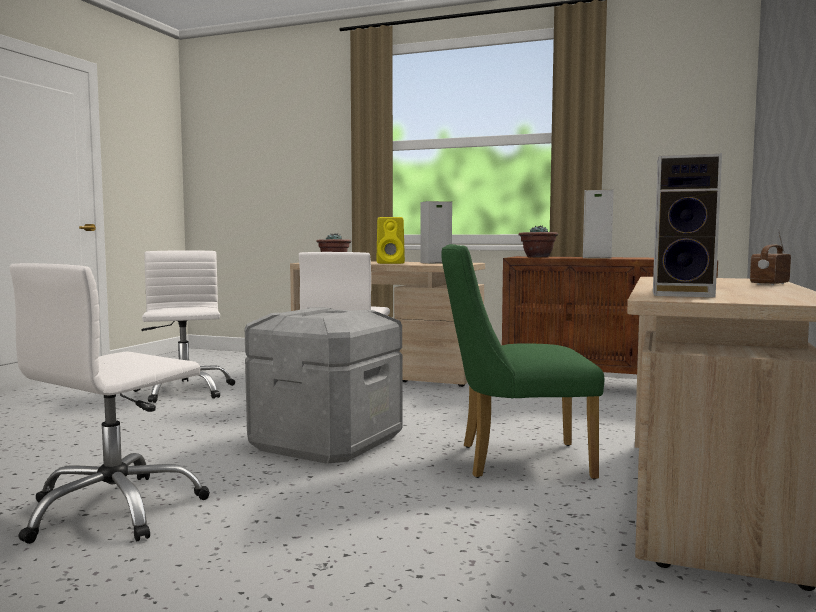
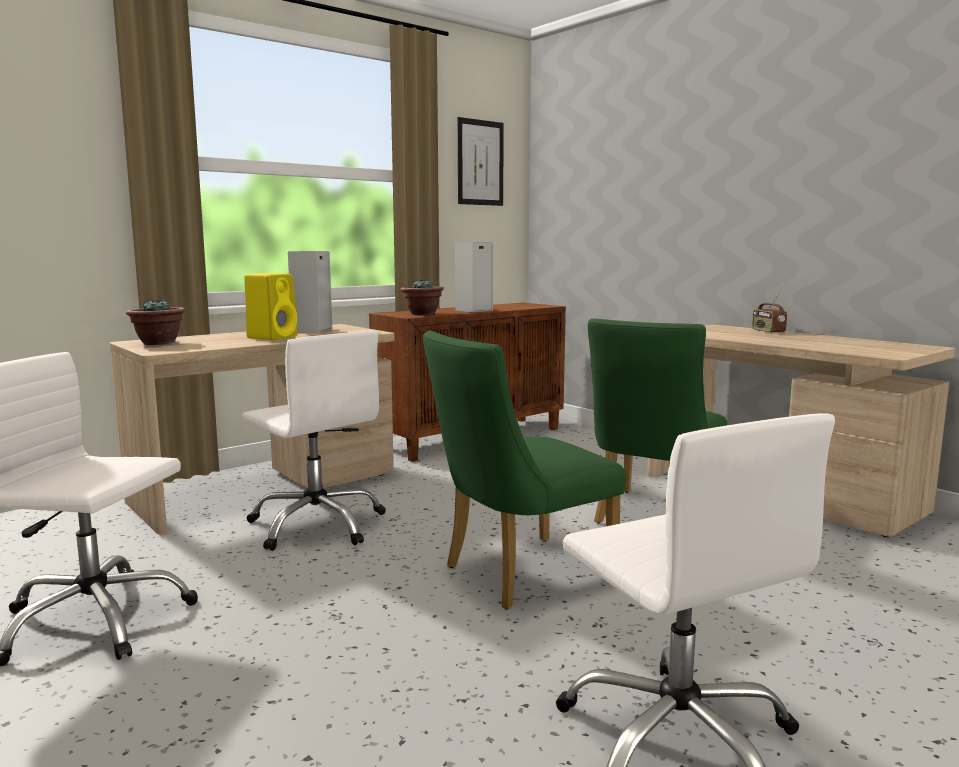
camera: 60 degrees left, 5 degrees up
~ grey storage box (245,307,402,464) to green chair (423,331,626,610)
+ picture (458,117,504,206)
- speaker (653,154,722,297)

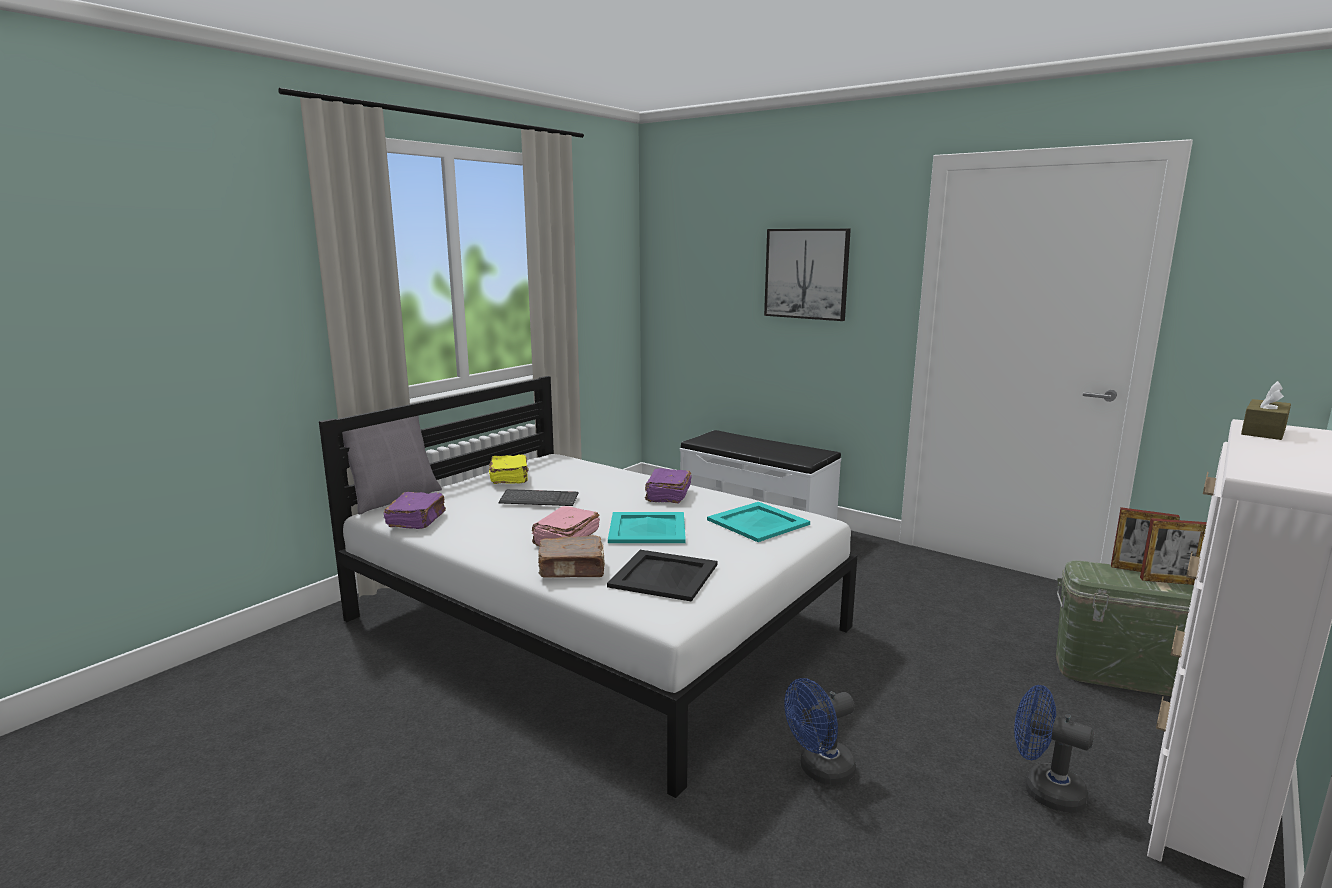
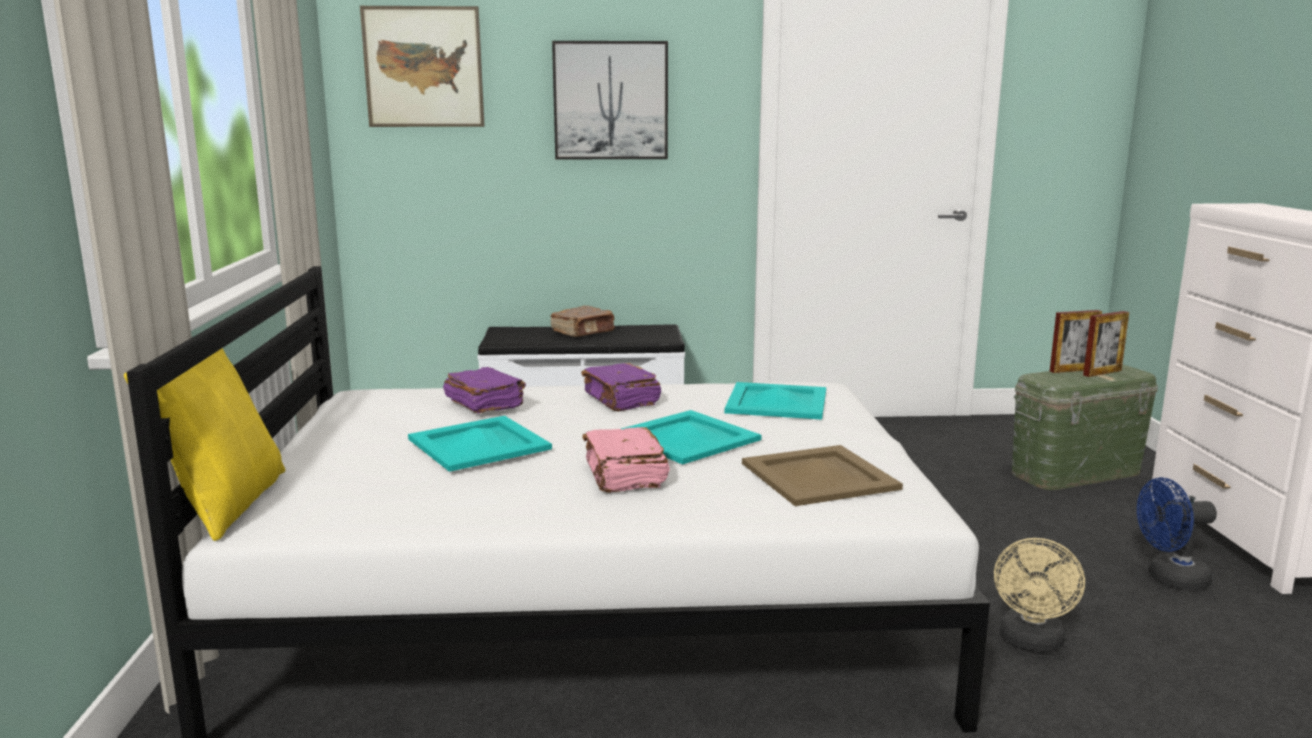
camera: 40 degrees left, 0 degrees up
~ grey pillow (342,416,442,515) to yellow pillow (124,348,285,541)
+ picture (360,6,485,127)
~ keyboard (498,489,579,506) to turquoise tray (408,416,552,472)
~ purple book (384,492,446,529) to (443,367,526,413)
~ brown book (538,535,605,577) to (550,306,615,337)
~ black tray (607,550,717,602) to beige tray (742,445,903,506)
~ blue fan (784,678,856,785) to beige fan (994,538,1085,652)
- yellow book (489,454,529,484)
- brown tissue box (1241,381,1291,440)

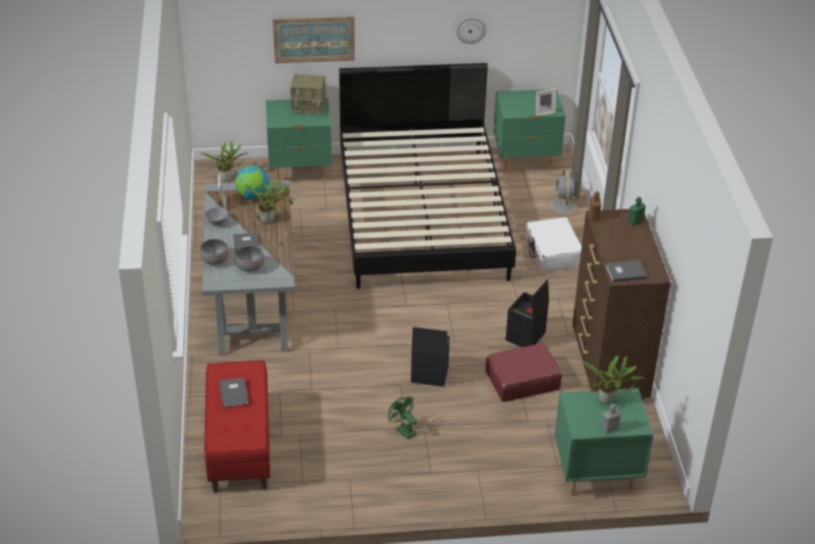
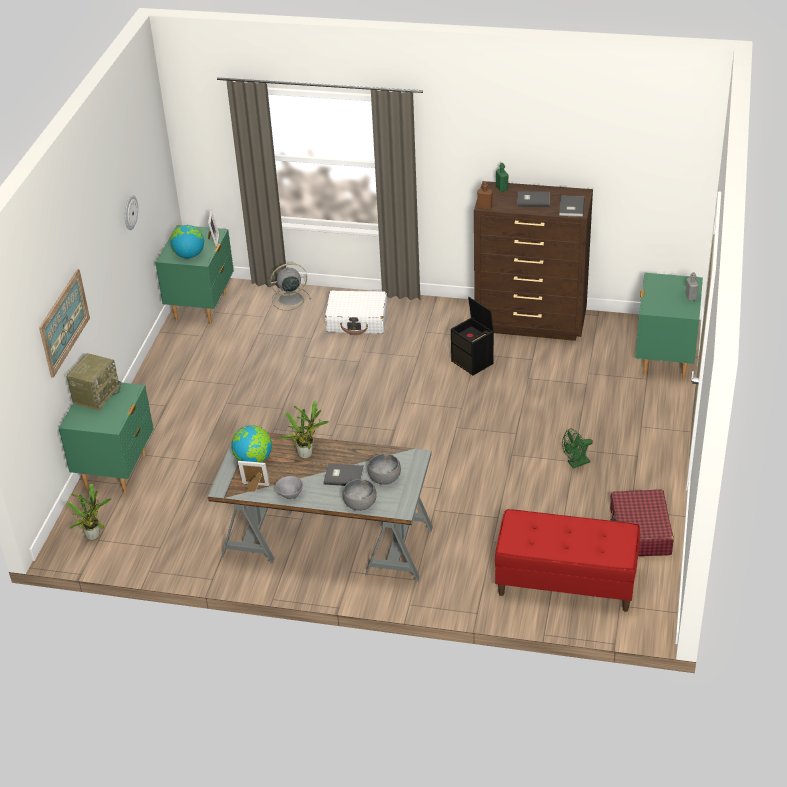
camera: 70 degrees left, 0 degrees up
+ globe (170,225,204,259)
~ grey fan (546,169,582,217) = (270,263,311,311) 150 degrees clockwise
~ grey book (219,378,249,408) to (518,191,550,207)
~ red suitcase (485,343,562,402) to (610,489,674,556)
- black bed (339,63,516,289)
- black storage box (411,327,450,387)
- potted plant (582,355,645,404)

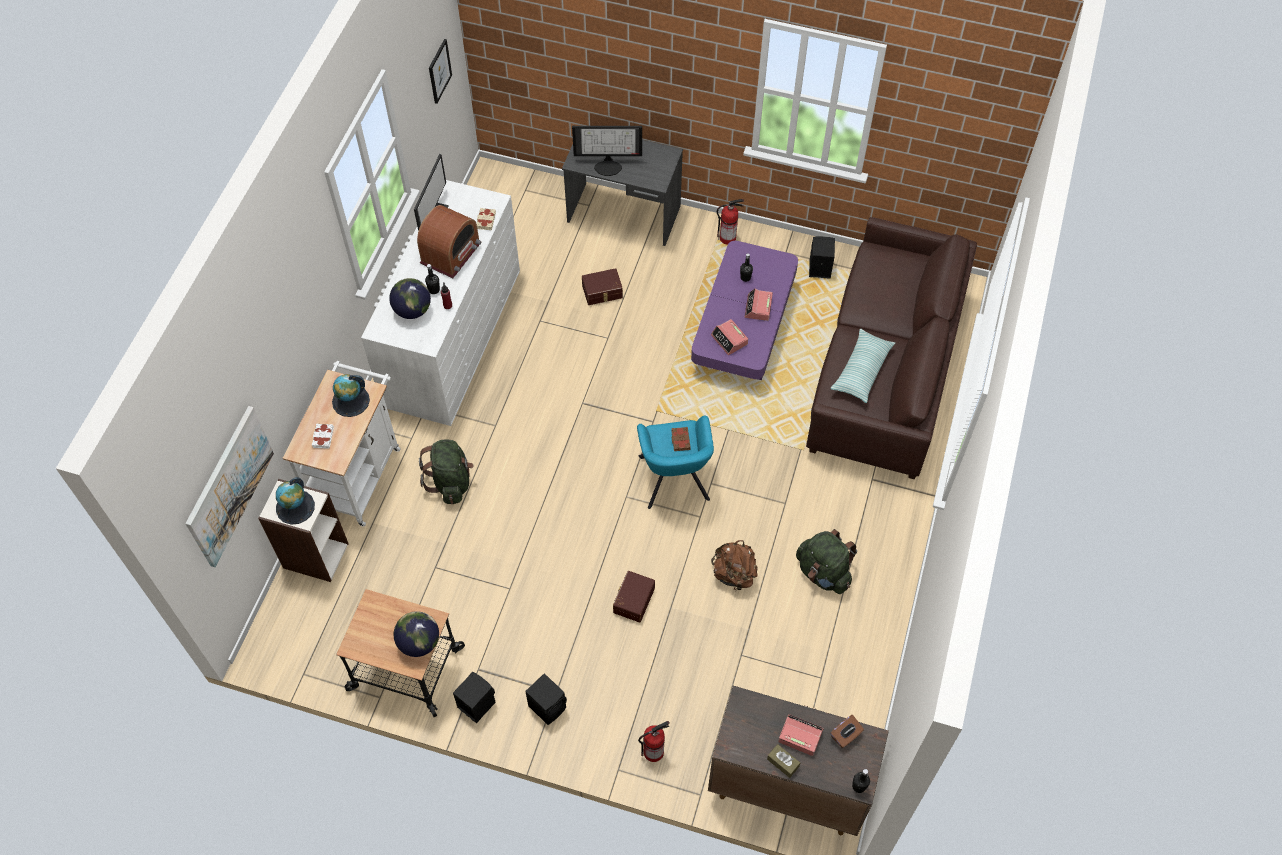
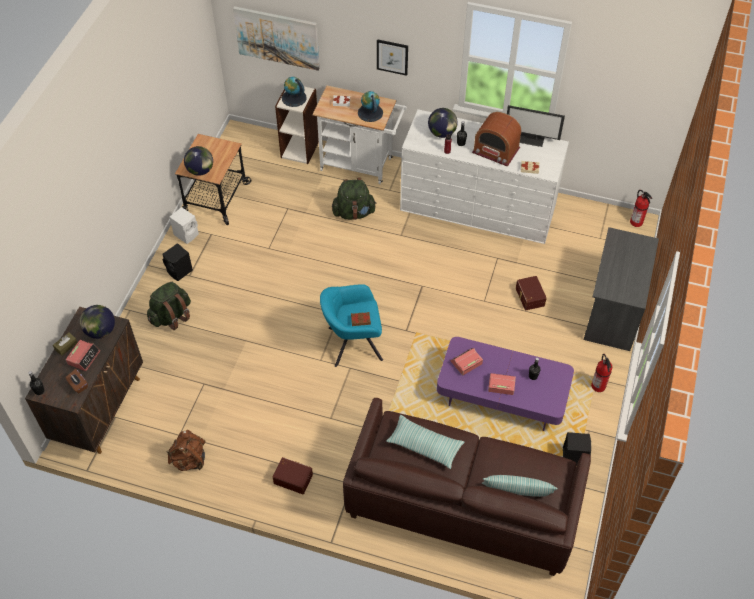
camera: 90 degrees right, 5 degrees down
+ globe (80,305,115,339)
~ green backpack (796,529,857,594) to (147,282,191,330)
~ brown backpack (711,540,758,590) to (167,430,205,471)
~ black speaker (453,672,496,723) to white speaker (169,207,199,244)
~ brown storage box (613,571,655,623) to (272,457,313,494)
~ picture (429,39,452,104) to (377,39,408,76)
+ pillow (482,475,558,497)
~ fire extinguisher (638,721,670,762) to (630,190,652,227)
- monitor (572,126,642,176)

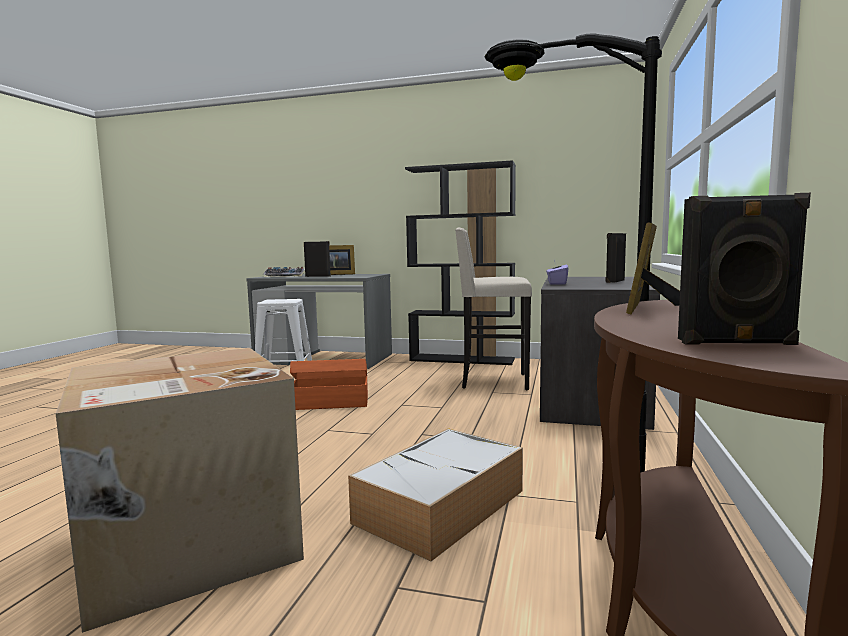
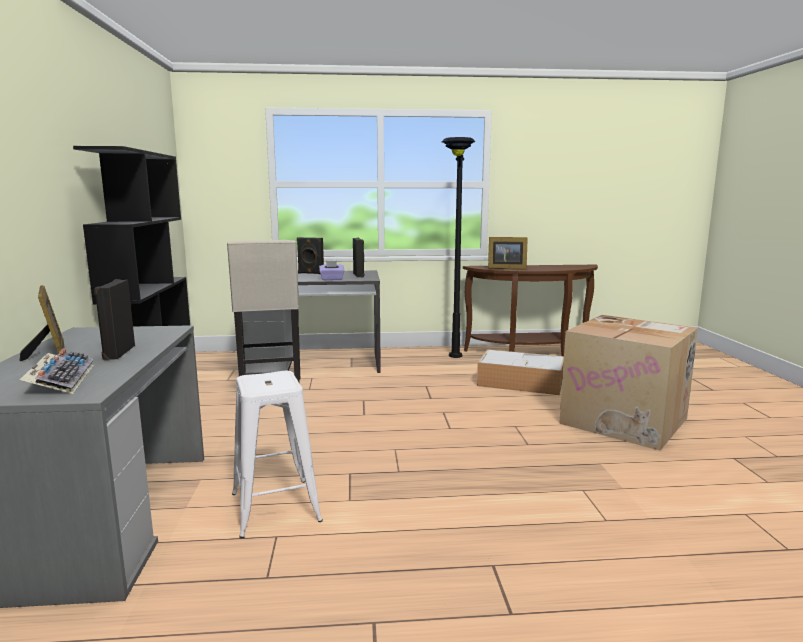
camera: 110 degrees left, 5 degrees up
~ black speaker (678,193,811,345) to (353,238,365,277)
- orange storage box (290,359,368,410)

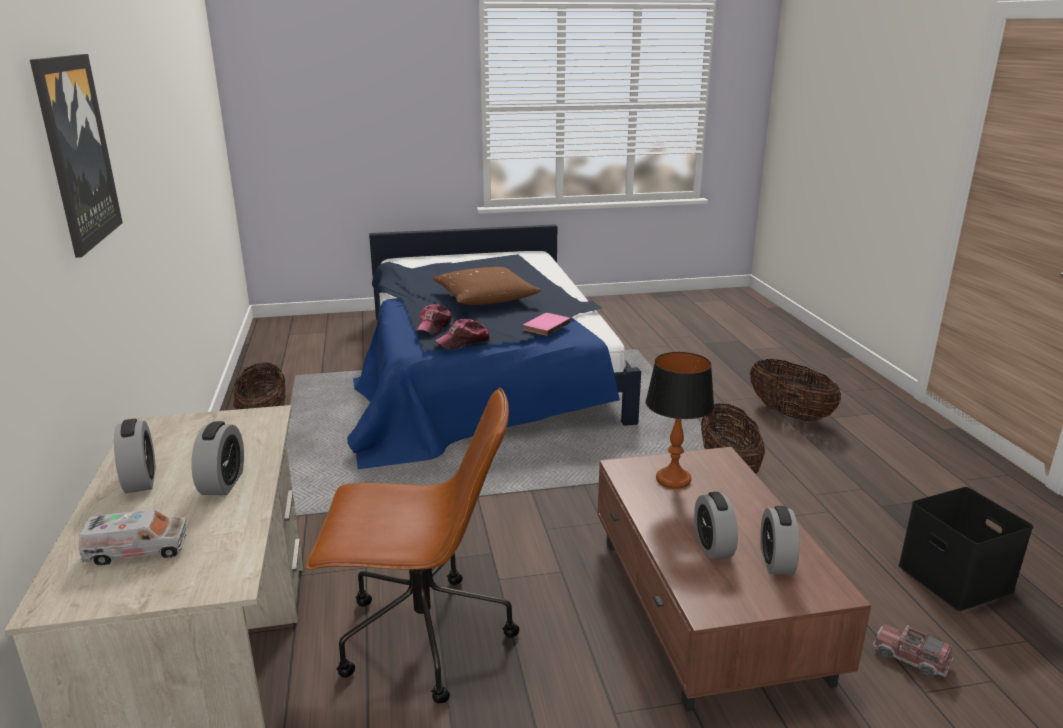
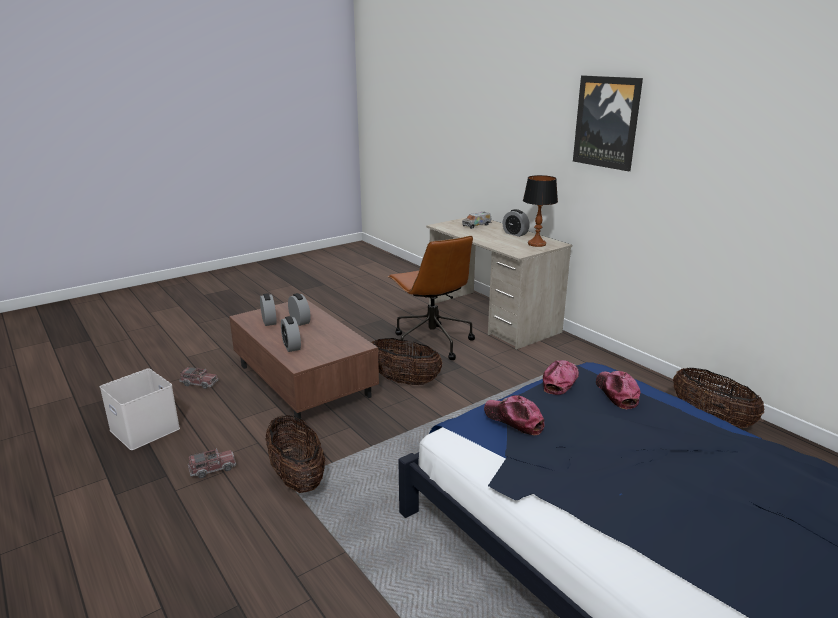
camera: 155 degrees right, 0 degrees up
~ black storage box (898,487,1034,611) to white storage box (100,368,180,450)
+ toy truck (188,448,236,479)
~ alarm clock (191,421,244,495) to (281,316,301,352)
~ basket (749,359,841,421) to (372,338,442,385)
~ brown office chair (306,388,519,704) = (388,236,475,360) 90 degrees counterclockwise
~ pink book (523,313,571,336) to cap (484,395,545,436)
~ table lamp (645,352,714,489) to (523,175,558,247)
- brown pillow (433,267,541,305)

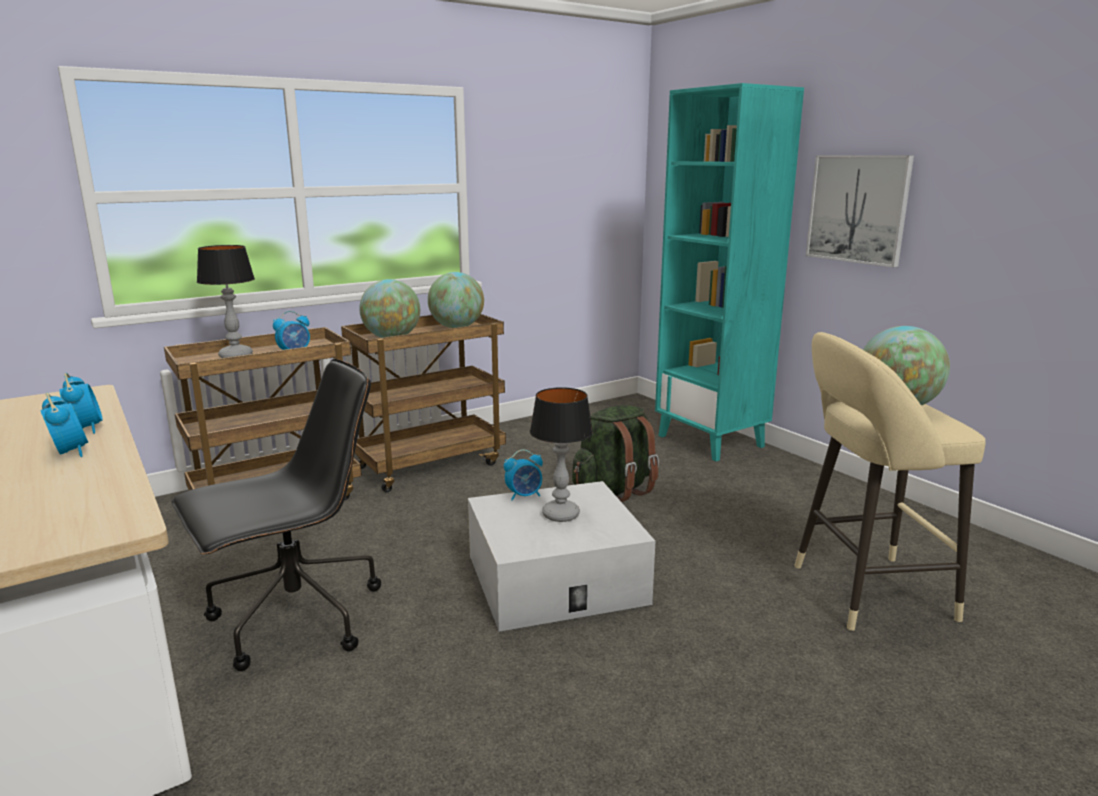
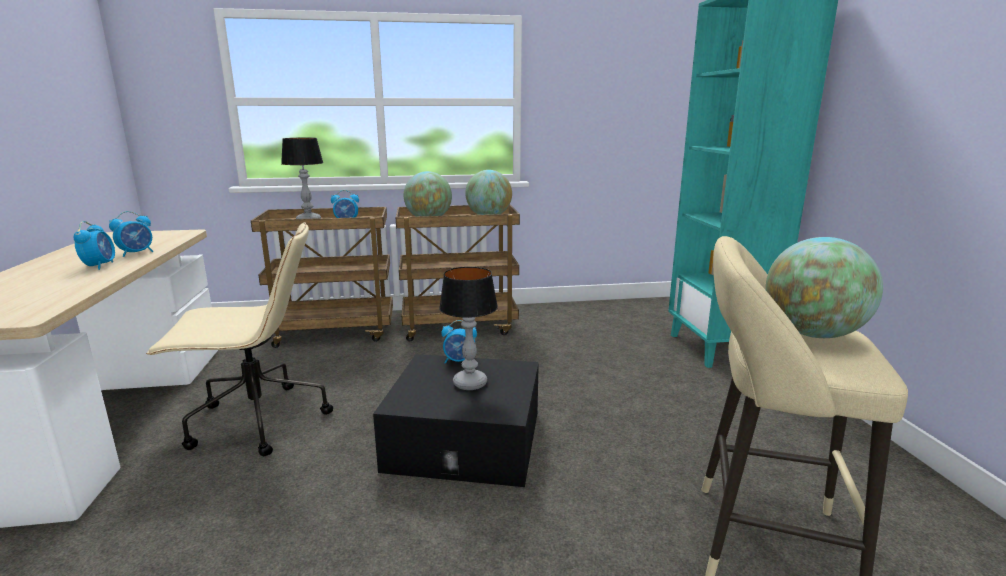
camera: 25 degrees right, 0 degrees up
~ alarm clock (59,373,103,434) = (109,211,153,257) 45 degrees clockwise
~ black office chair (171,359,381,671) to beige office chair (146,222,333,456)
~ white storage box (468,481,655,632) to black storage box (373,354,539,487)
- green backpack (572,405,659,502)
- picture (806,155,914,268)

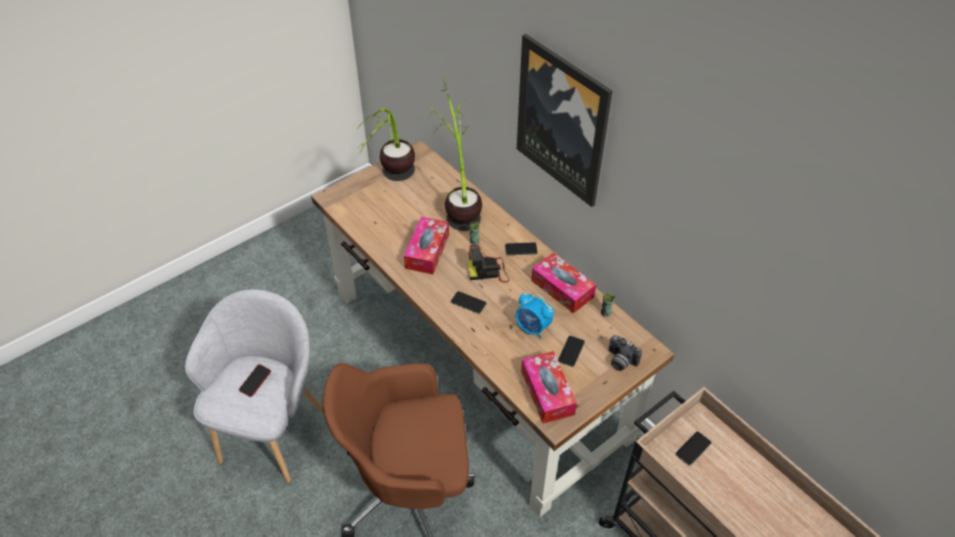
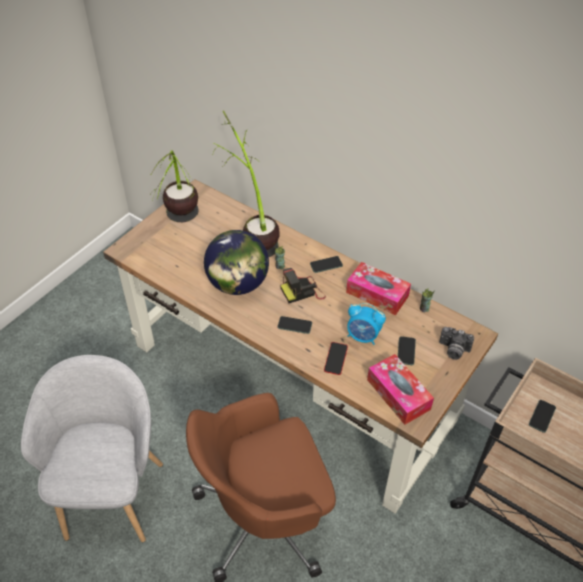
camera: 15 degrees left, 0 degrees up
~ tissue box (404,217,449,274) to globe (204,230,269,295)
~ phone (239,364,271,397) to (324,342,348,375)
- picture (517,34,612,207)

